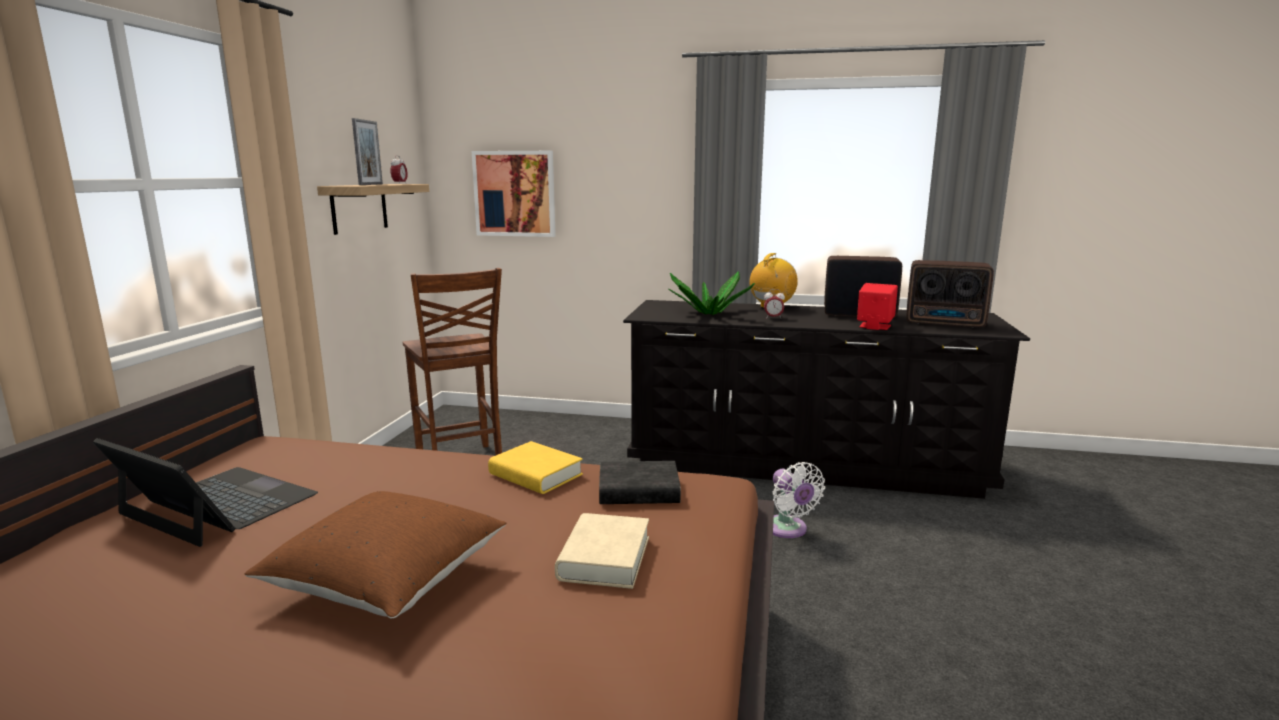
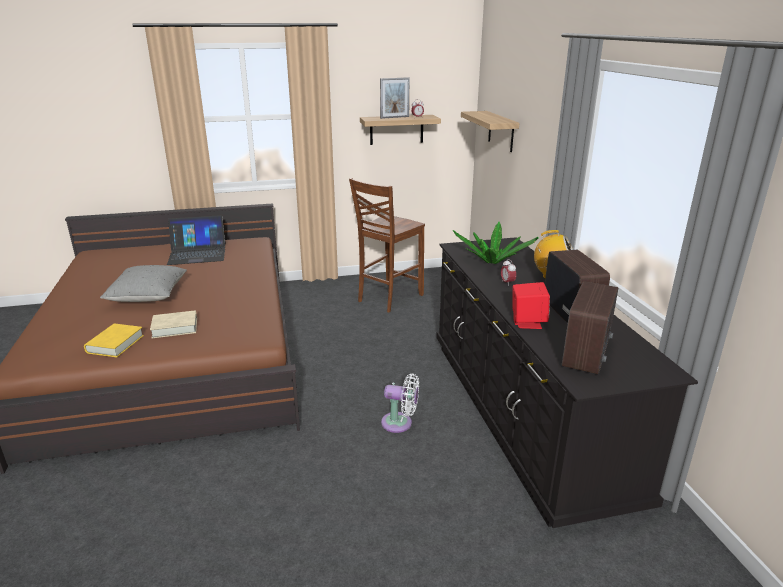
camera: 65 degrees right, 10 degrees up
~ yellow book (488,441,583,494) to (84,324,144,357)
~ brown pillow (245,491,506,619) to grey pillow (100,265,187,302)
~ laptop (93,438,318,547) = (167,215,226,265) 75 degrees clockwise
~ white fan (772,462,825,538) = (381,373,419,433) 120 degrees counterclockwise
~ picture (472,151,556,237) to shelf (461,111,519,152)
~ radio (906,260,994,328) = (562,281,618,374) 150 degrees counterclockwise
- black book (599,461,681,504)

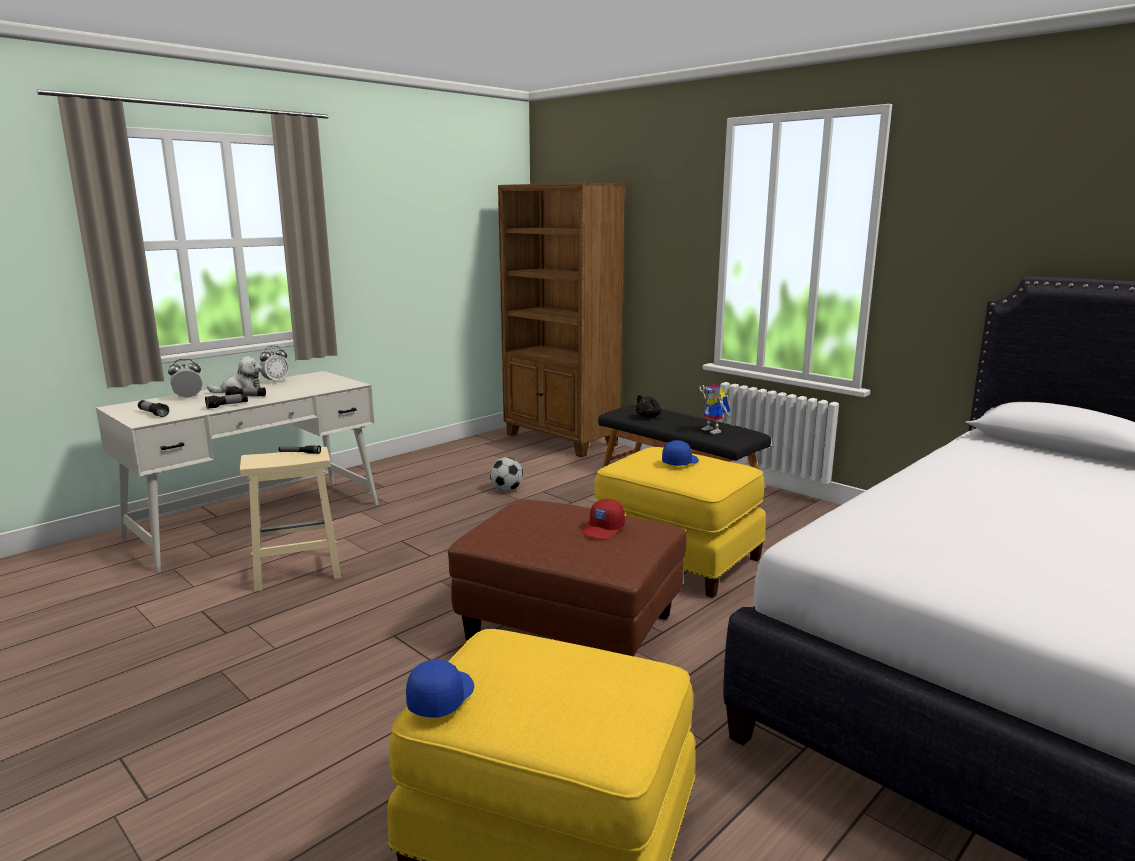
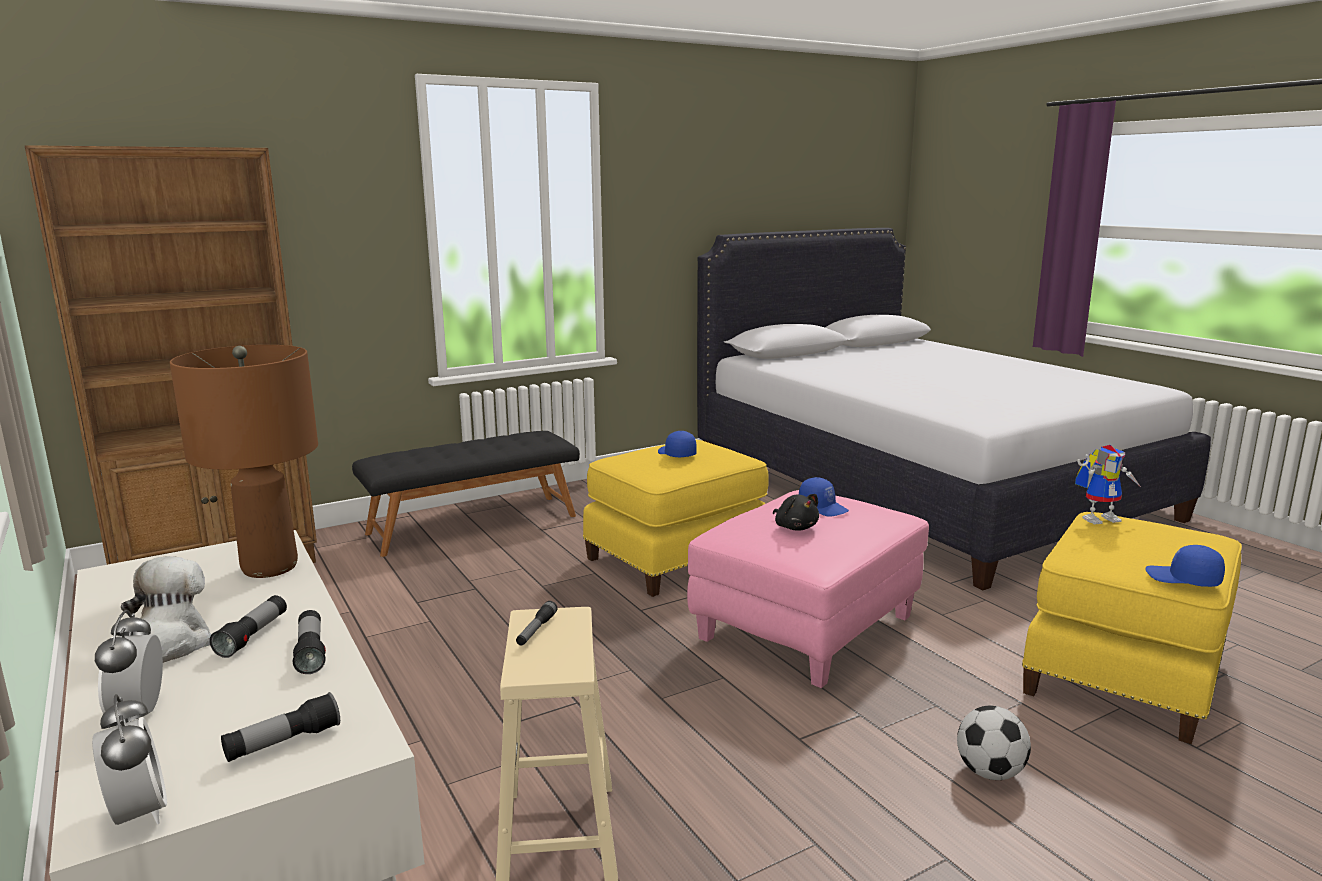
camera: 75 degrees left, 0 degrees up
~ alarm clock (260,346,289,384) to (92,694,167,825)
+ brown table lamp (170,345,318,578)
~ brown ottoman (448,500,686,656) to pink ottoman (687,490,929,688)
~ black plush toy (636,395,662,417) to (773,494,819,530)
~ red cap (582,499,625,539) to blue cap (799,477,849,517)
~ football (490,457,523,491) to (957,706,1031,780)
~ toy robot (699,384,730,434) to (1075,445,1141,525)

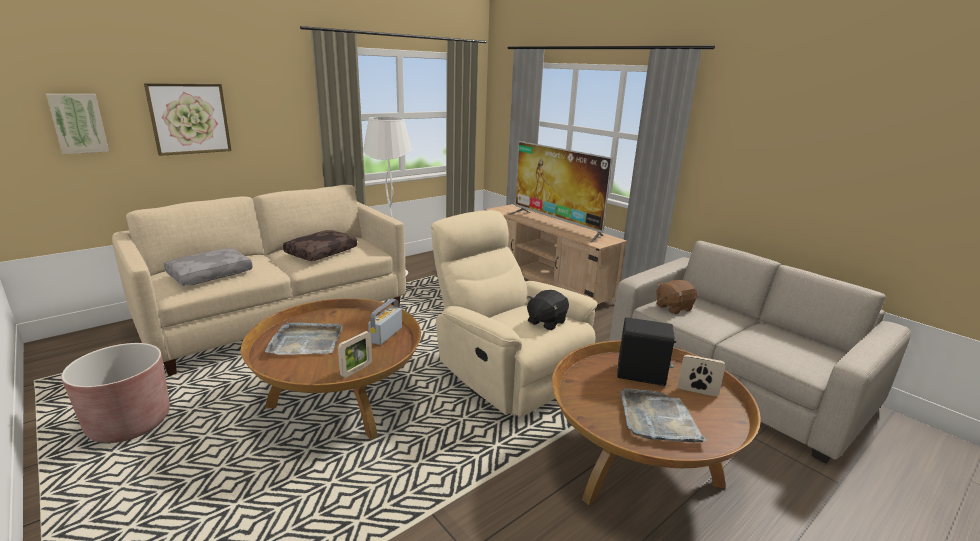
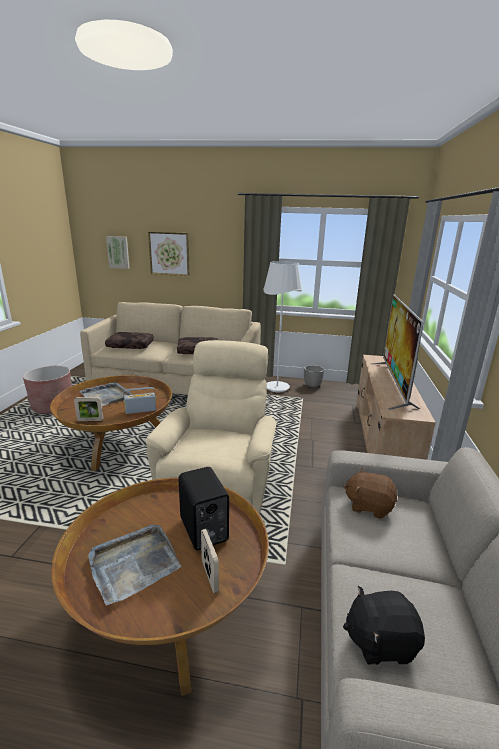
camera: 50 degrees right, 0 degrees up
~ grey pillow (164,248,253,286) to brown pillow (105,332,154,349)
+ planter (304,365,324,388)
~ black plush toy (526,290,569,330) to (343,586,425,665)

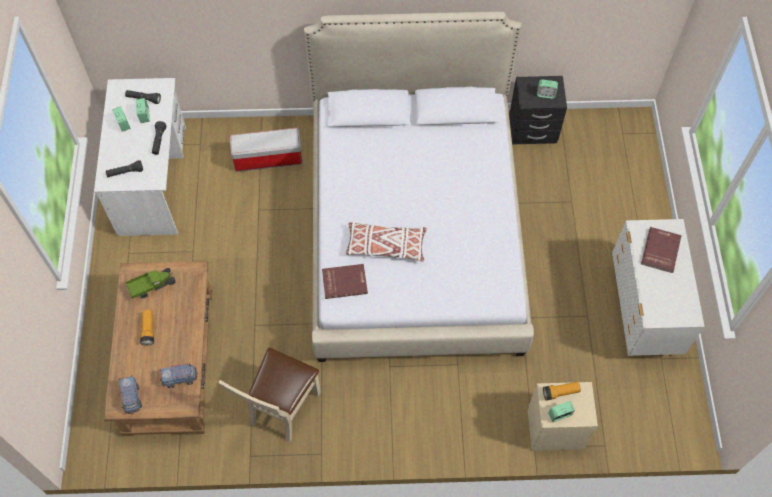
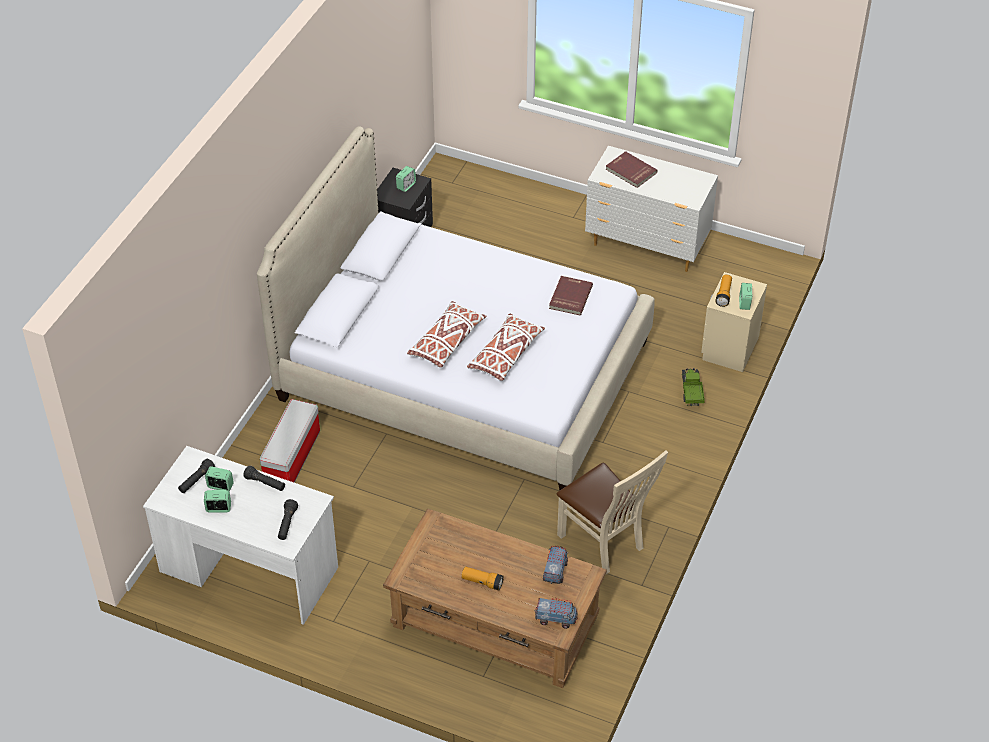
camera: 65 degrees left, 15 degrees down
+ white pillow (407,301,486,367)
~ red book (322,264,368,299) to (549,276,593,315)
~ toy truck (125,268,176,299) to (682,368,705,406)

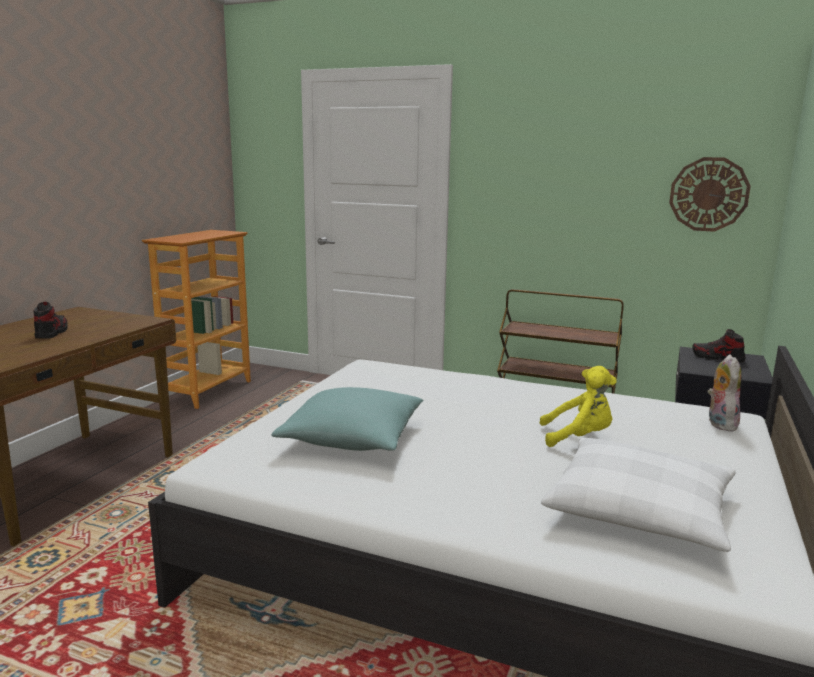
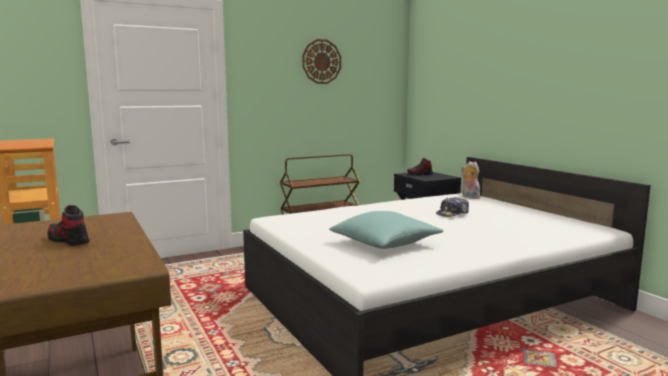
camera: 50 degrees left, 5 degrees down
~ wall clock (669,157,751,232) to (302,39,341,84)
~ yellow plush toy (540,366,617,447) to cap (436,197,469,217)
- white pillow (541,438,736,552)

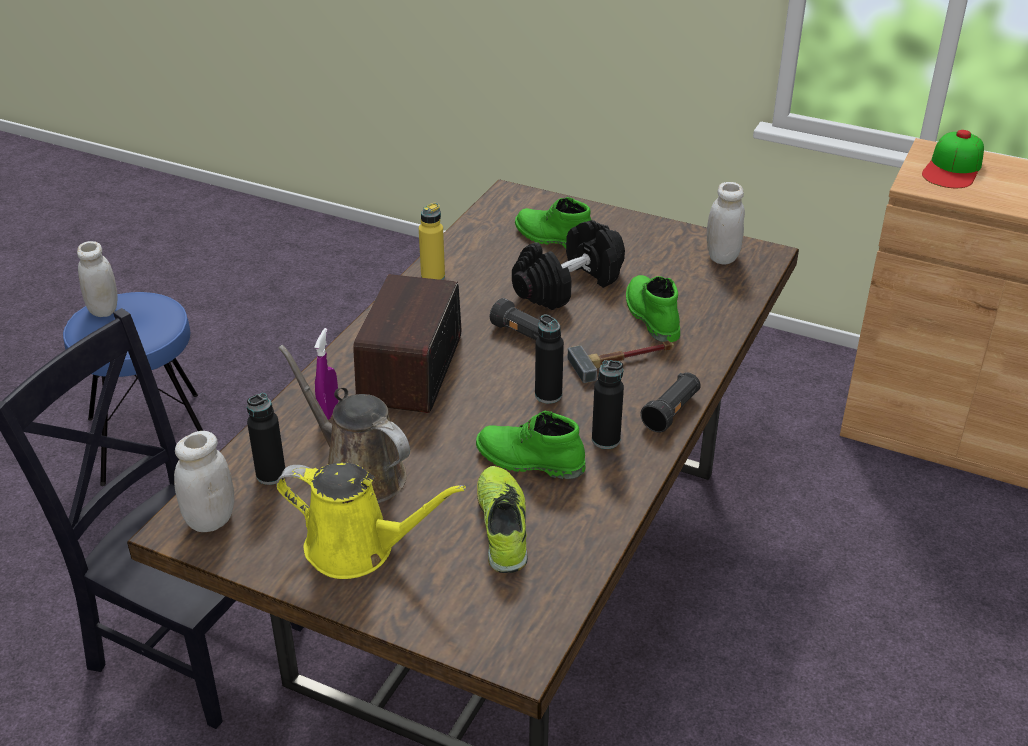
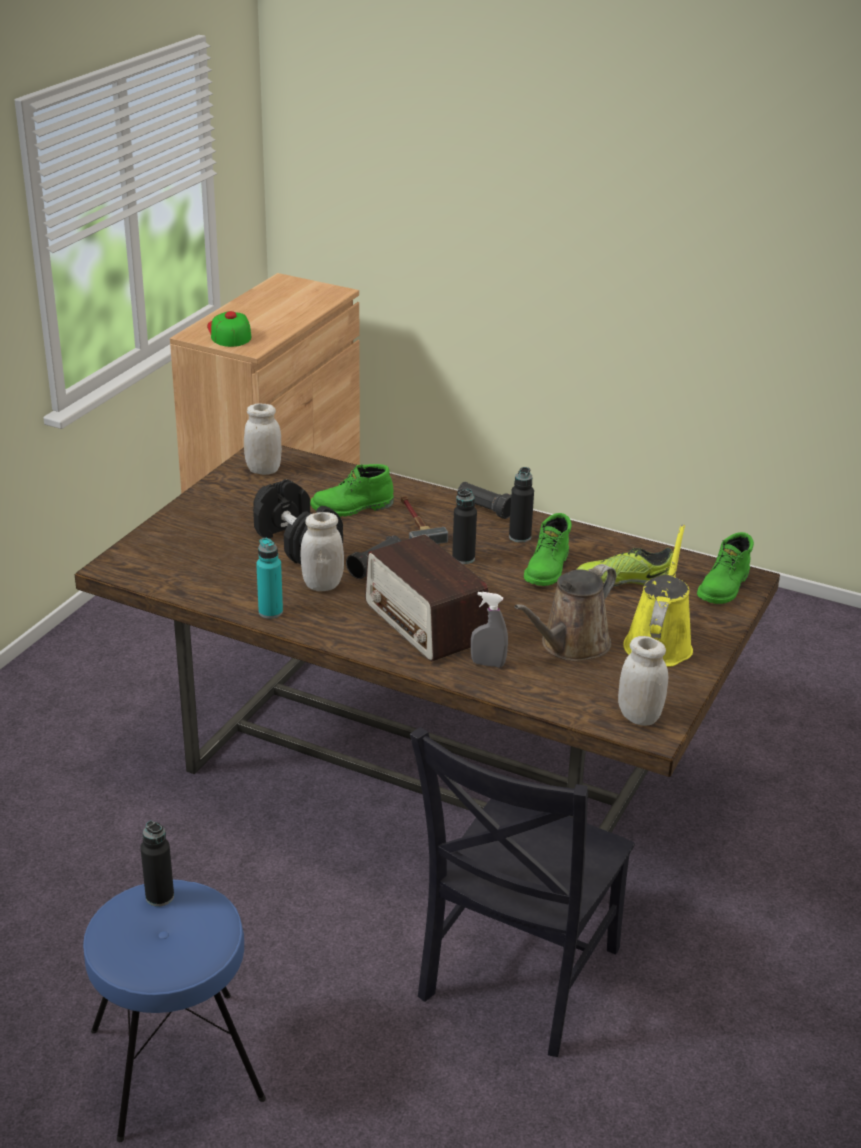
camera: 90 degrees left, 5 degrees down
~ black bottle (247,393,285,485) to (140,821,174,907)
~ cap (922,130,984,188) = (207,311,251,347) 135 degrees counterclockwise
~ yellow bottle (419,203,445,280) to turquoise bottle (256,538,283,619)
~ white jar (77,241,117,317) to (300,512,344,591)
~ radio (353,274,461,413) = (365,534,489,662) 45 degrees clockwise
~ purple spray bottle (314,328,339,420) to grey spray bottle (471,592,508,667)
~ green boot (515,197,591,249) to (697,532,754,604)

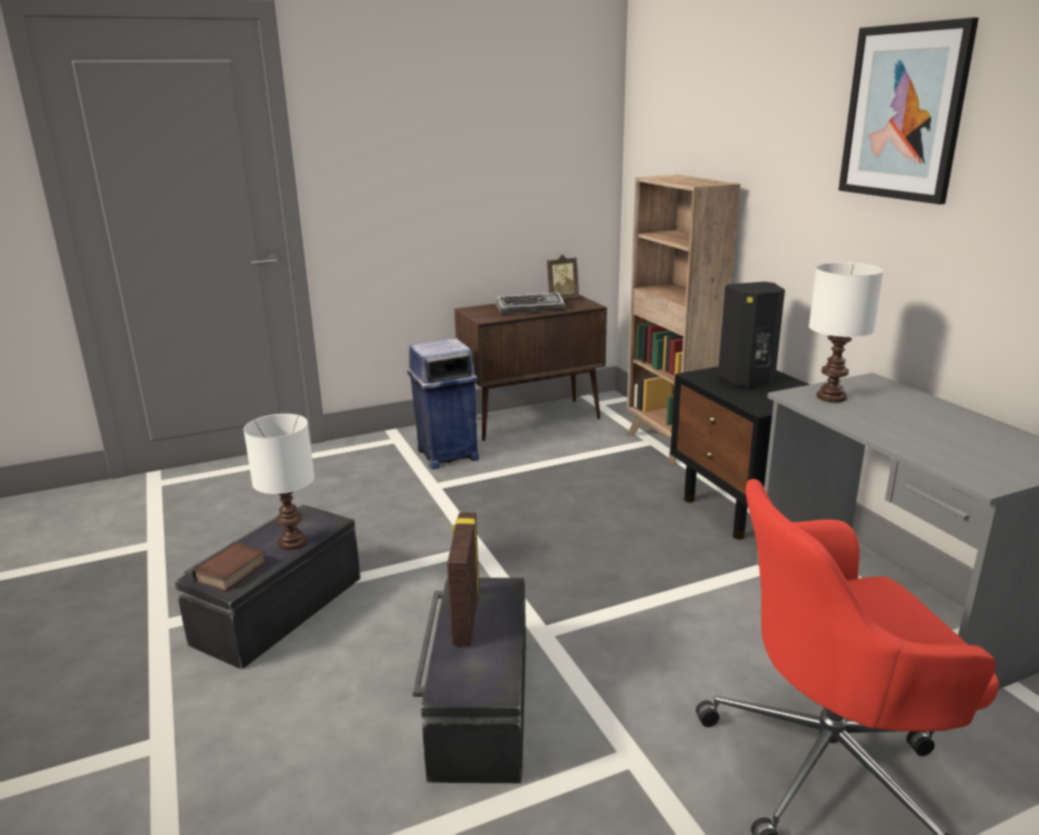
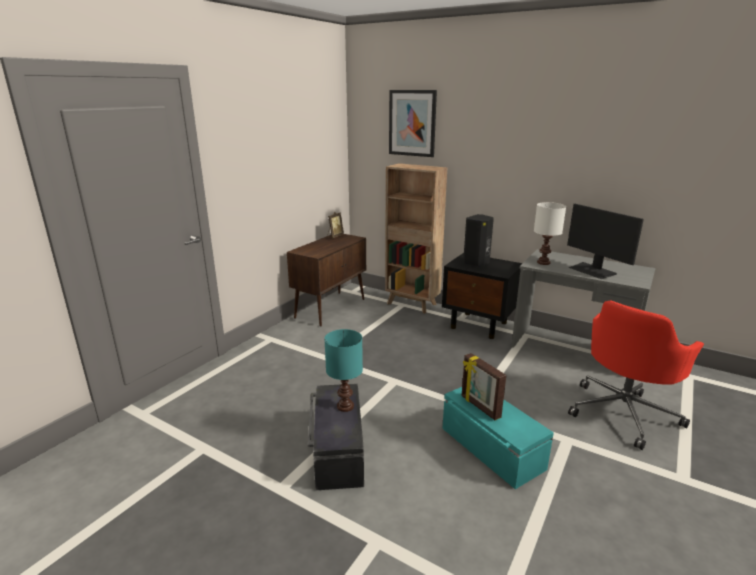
camera: 35 degrees left, 0 degrees up
~ white table lamp (243,414,315,550) to turquoise table lamp (324,329,363,412)
~ picture (838,17,979,204) to (389,90,437,157)
~ black storage box (413,578,526,783) to turquoise storage box (442,387,554,489)
+ monitor (567,204,644,279)
- book (192,542,267,592)
- blue trash can (407,338,479,469)
- keyboard (495,292,565,314)

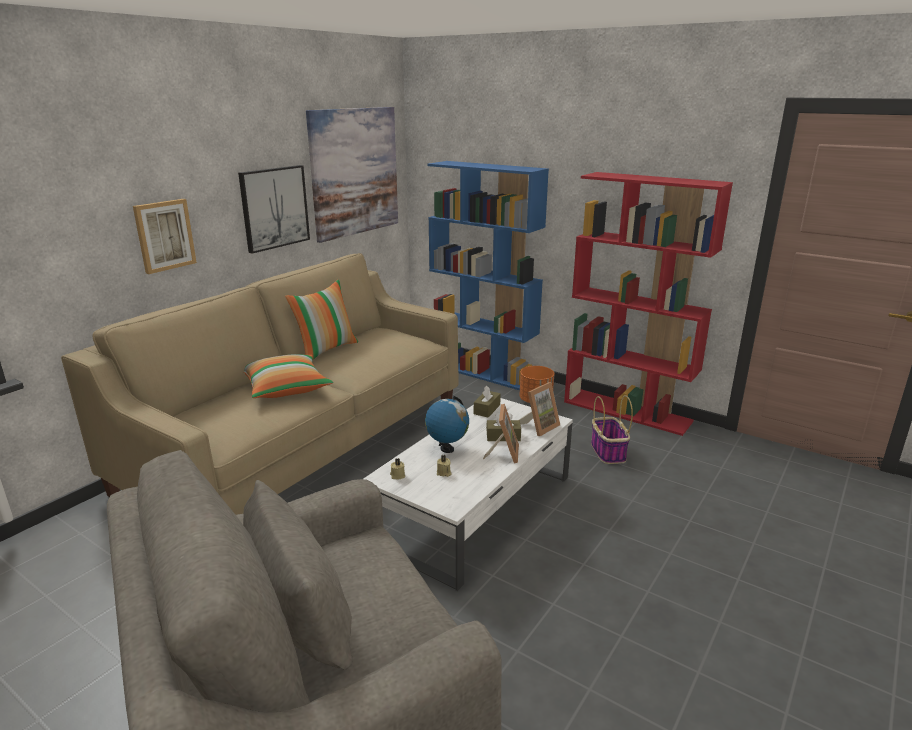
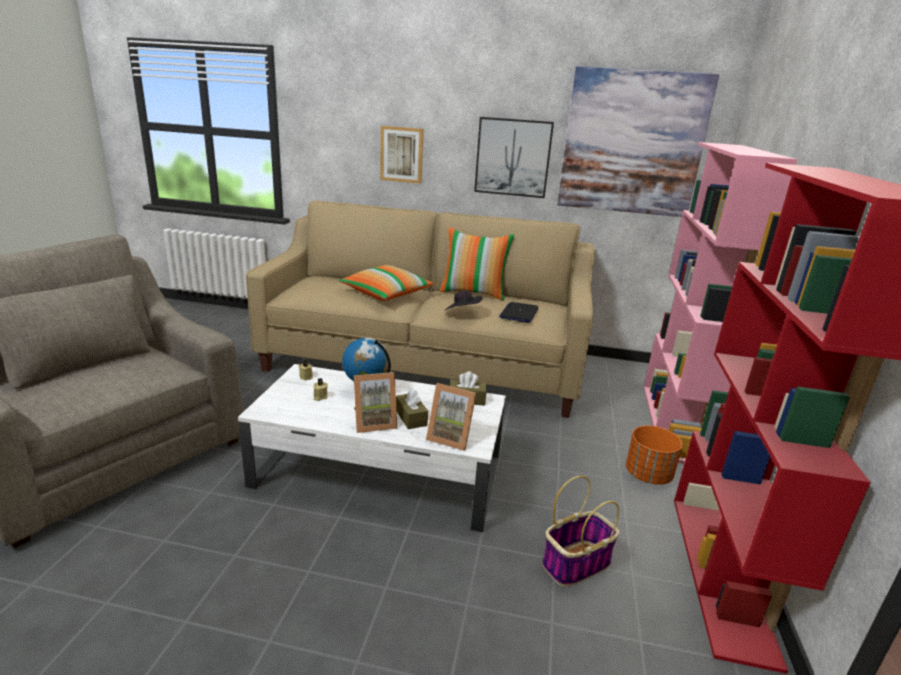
camera: 65 degrees right, 0 degrees up
+ black hat (444,290,483,311)
+ laptop (499,302,538,323)
~ blue bookcase (428,161,549,390) to pink bookcase (644,142,798,464)

